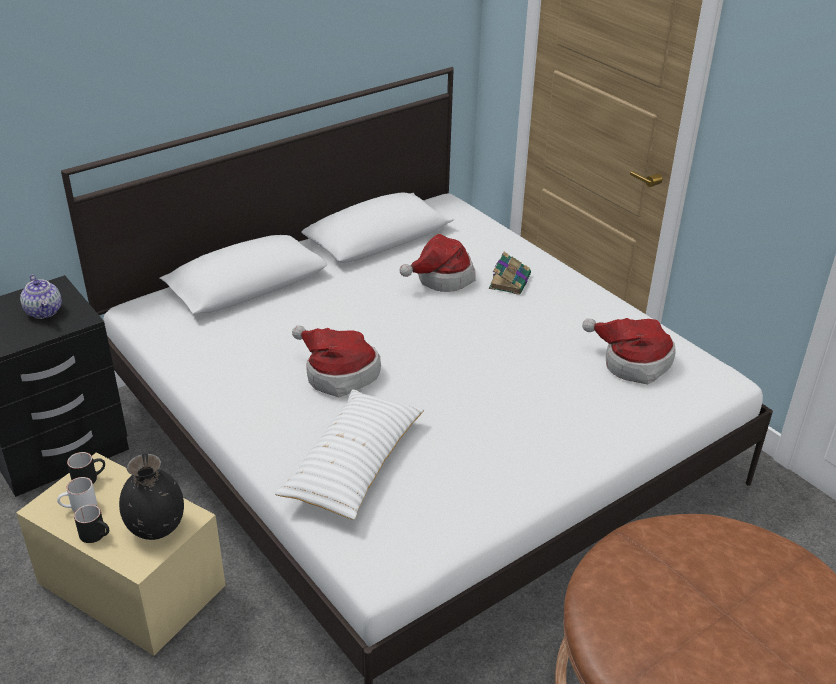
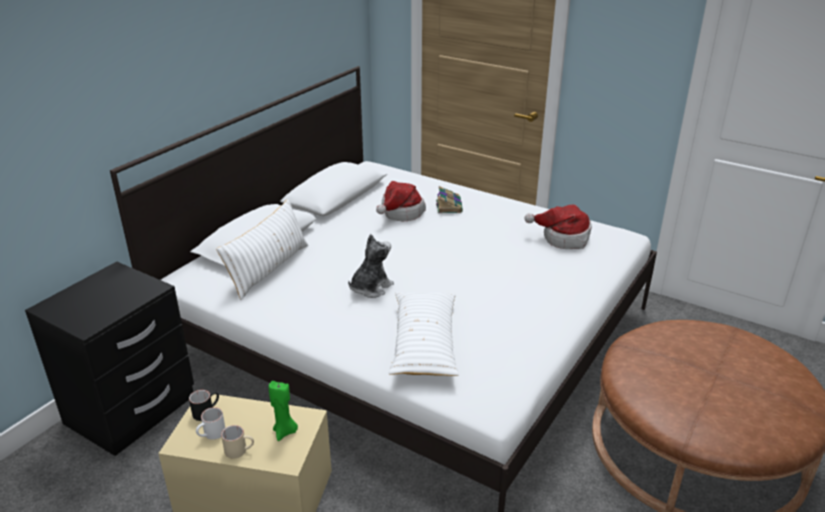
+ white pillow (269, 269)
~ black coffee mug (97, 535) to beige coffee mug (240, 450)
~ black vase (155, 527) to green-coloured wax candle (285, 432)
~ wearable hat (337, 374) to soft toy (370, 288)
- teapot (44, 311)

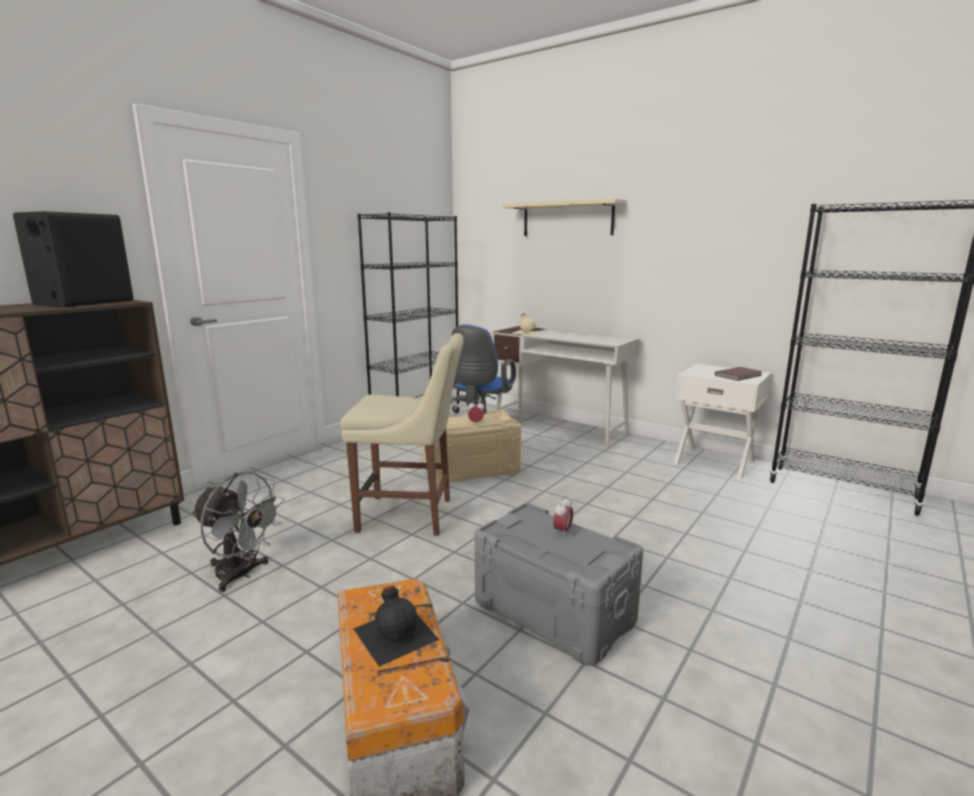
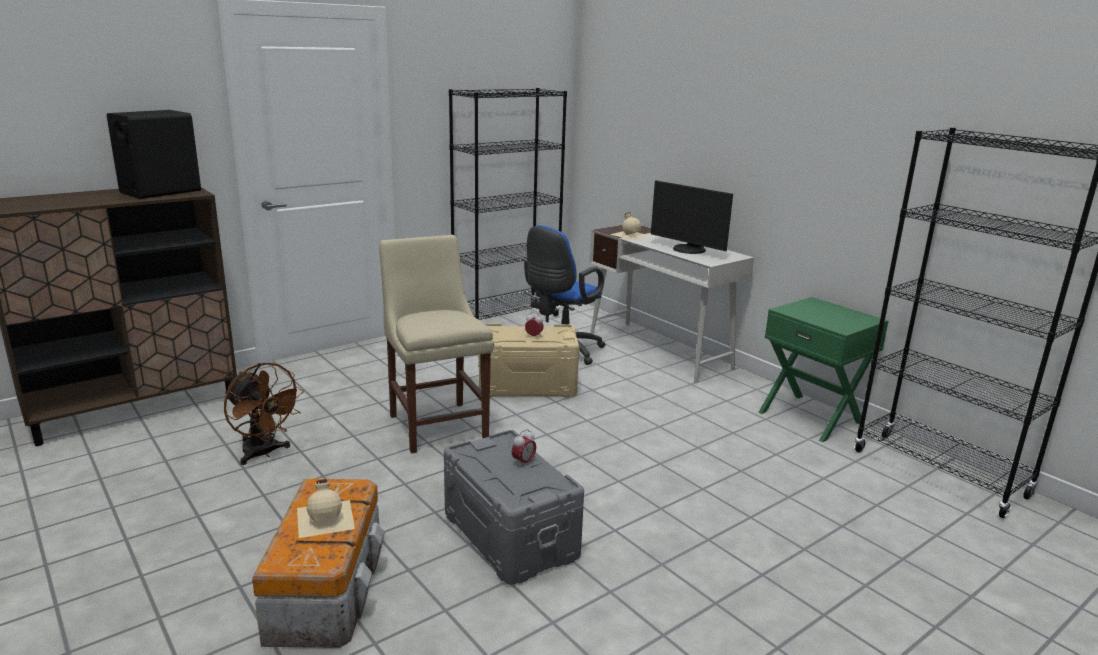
~ gray cooling fan (241, 575) to brownish cooling fan (264, 453)
~ black drink bottle (396, 632) to beige drink bottle (326, 517)
~ beige chair (410, 515) = (437, 424) 135 degrees counterclockwise
+ computer display (688, 250)
~ white nightstand (714, 462) to green-coloured nightstand (811, 417)
- beige shelf (567, 219)
- brownish volume (739, 375)

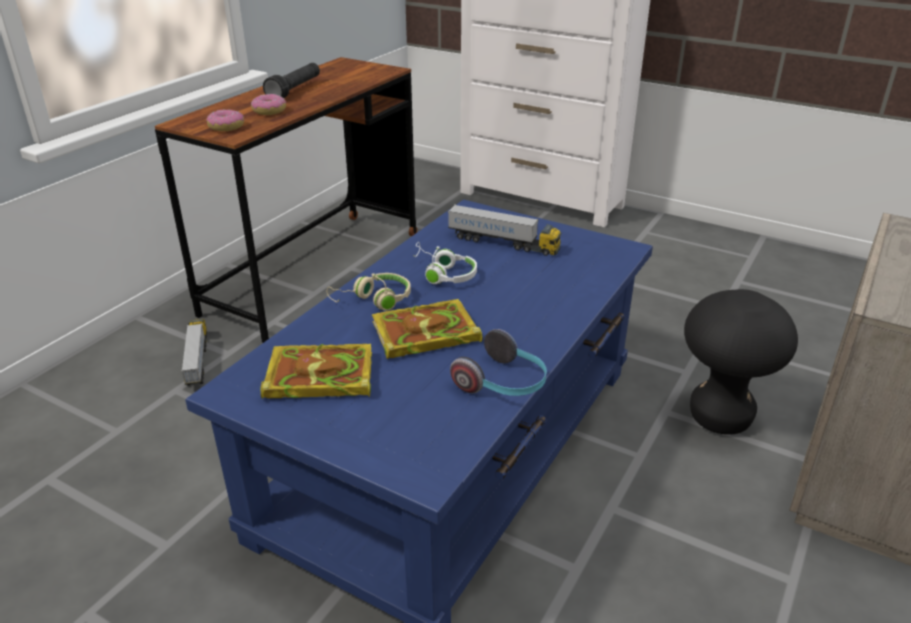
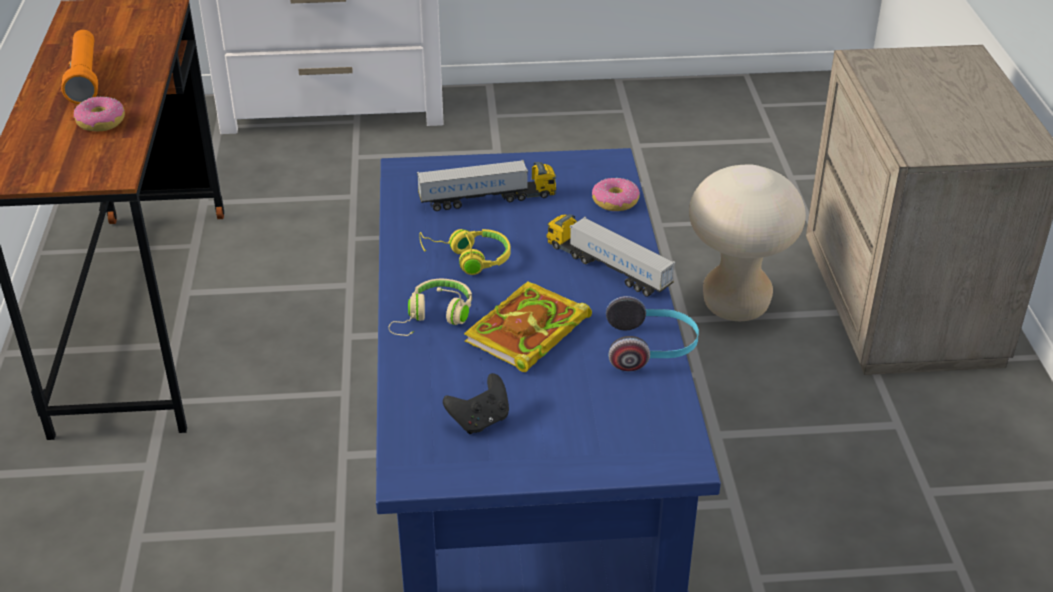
~ black flashlight (295, 90) to orange-coloured flashlight (85, 78)
~ white headset (443, 273) to yellowish headset (468, 259)
~ volume (317, 378) to black joypad (480, 421)
~ toy lorry (197, 360) to (607, 268)
~ donut (226, 127) to (615, 201)
~ black stool (720, 418) to beige stool (735, 305)

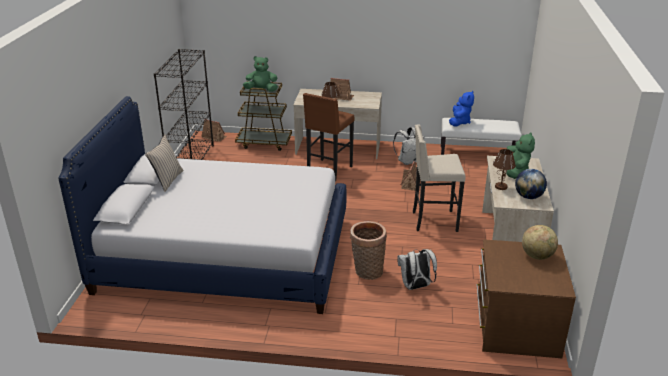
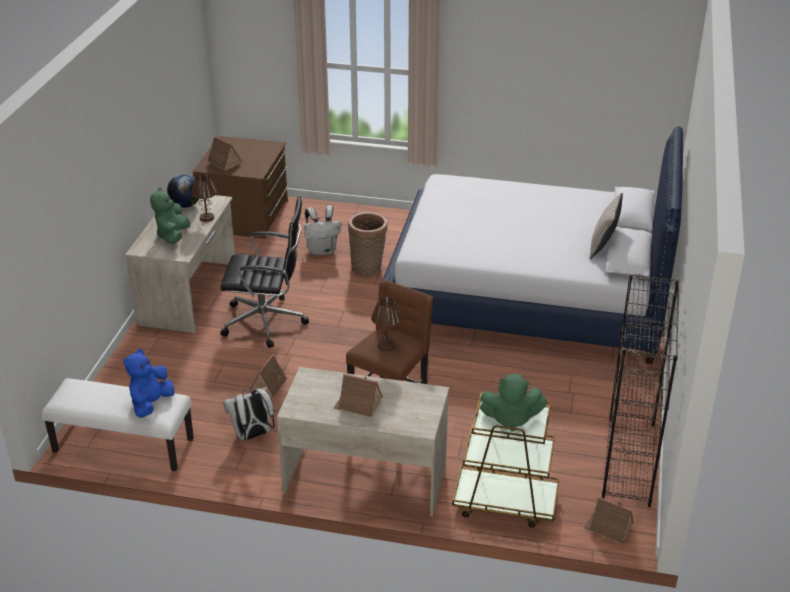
~ globe (537, 256) to miniature house (223, 163)
~ beige stool (433, 221) to black desk chair (267, 322)

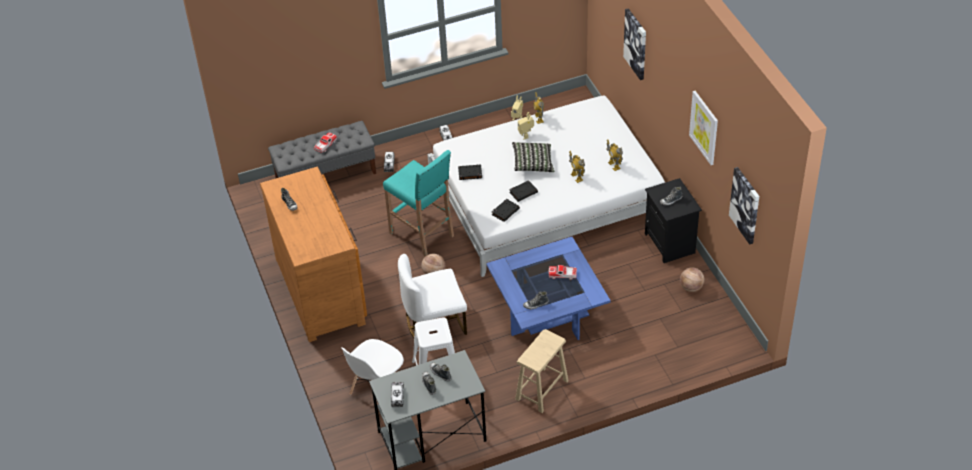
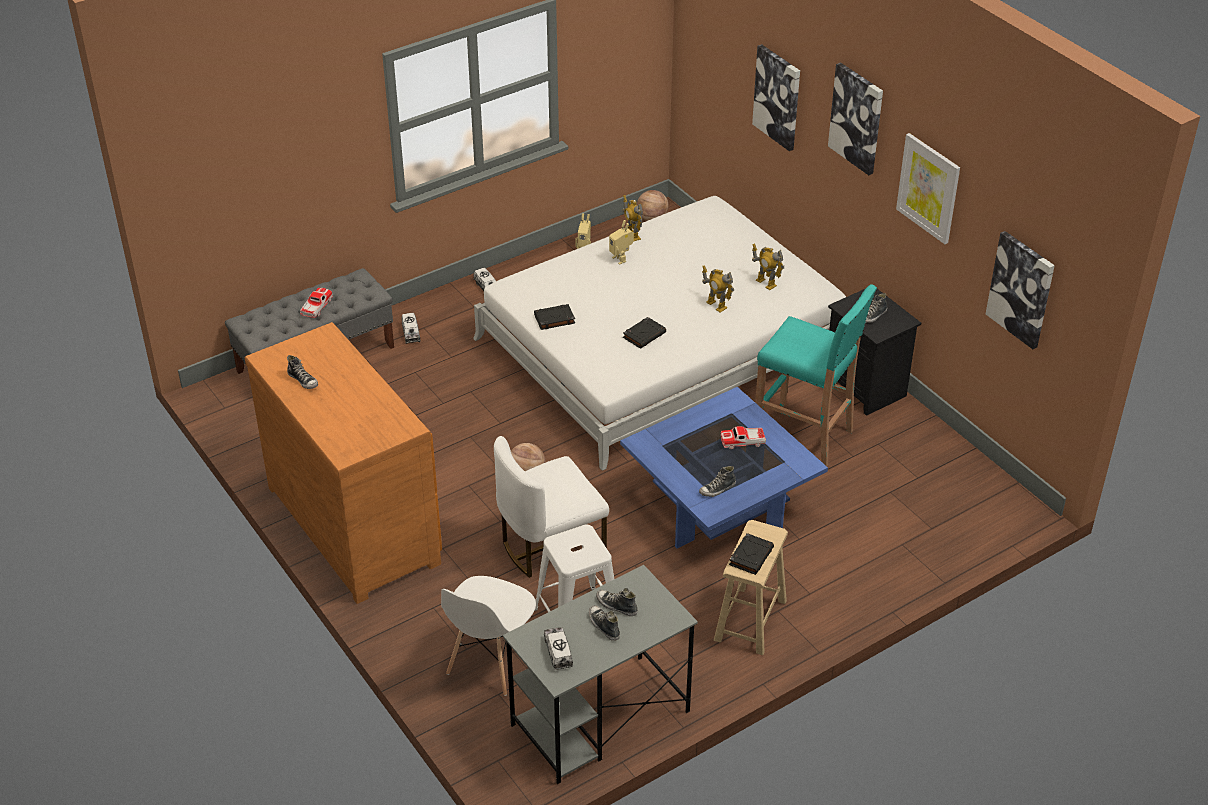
~ basketball (691, 287) to (652, 219)
~ black volume (505, 211) to (751, 556)
~ turquoise-coloured stool (423, 235) to (805, 435)
+ wall art (857, 118)
- pillow (533, 163)

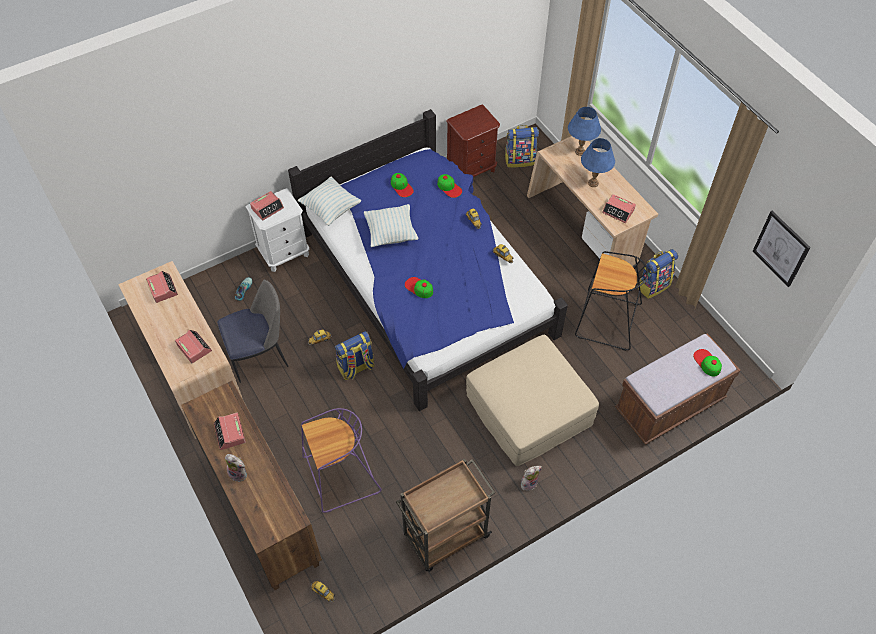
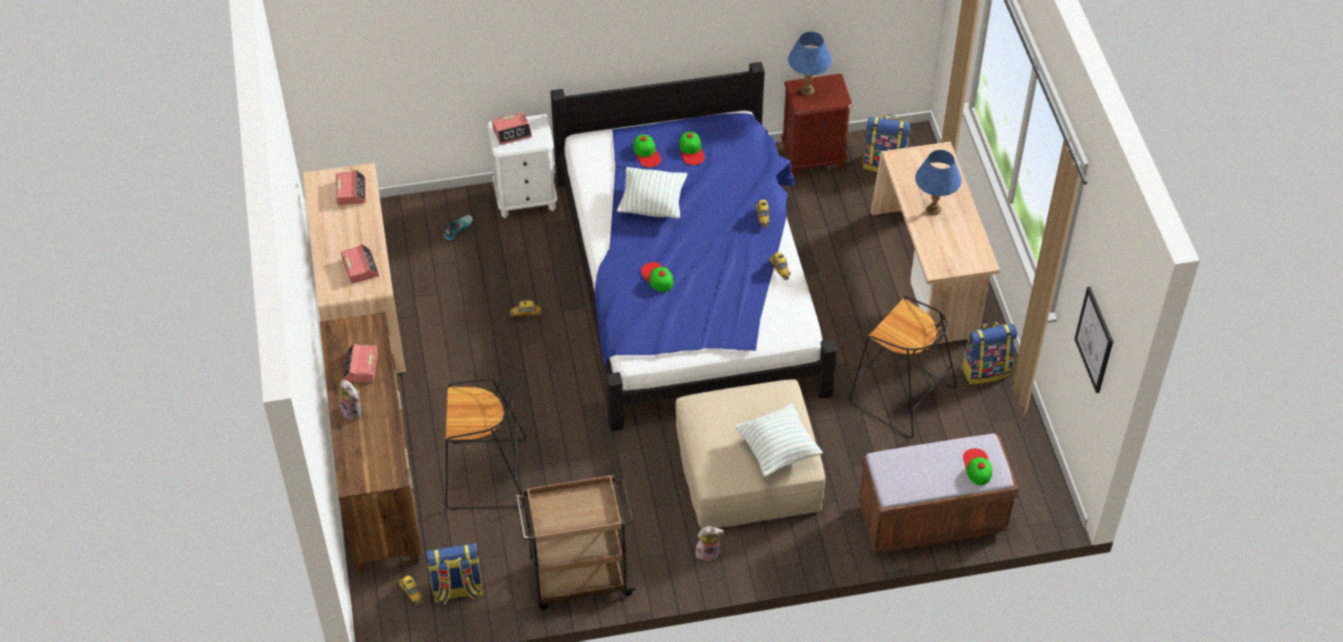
~ rucksack (356, 367) to (457, 590)
~ purple stool (340, 476) to black stool (484, 475)
~ cap (449, 187) to (646, 153)
~ pillow (330, 209) to (777, 450)
~ bluish table lamp (580, 151) to (808, 90)
- chair (260, 355)
- bedside clock (618, 211)

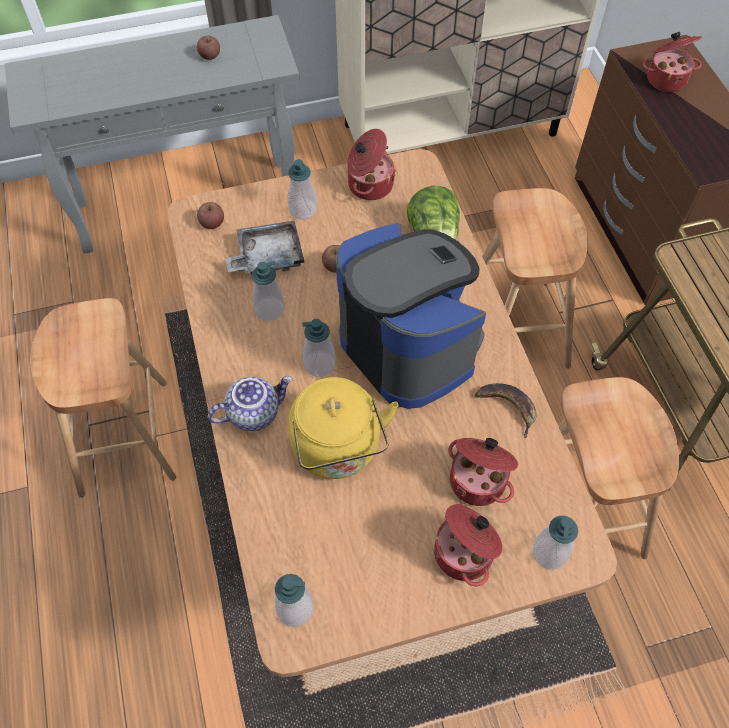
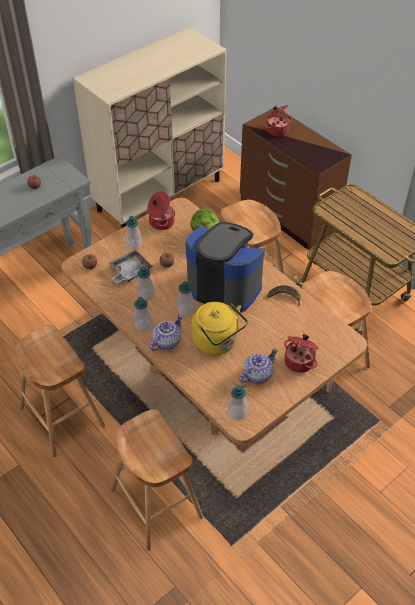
+ brownish stool (156, 503)
~ soap bottle (550, 553) to (143, 325)
+ teapot (257, 375)
- saucepot (478, 480)

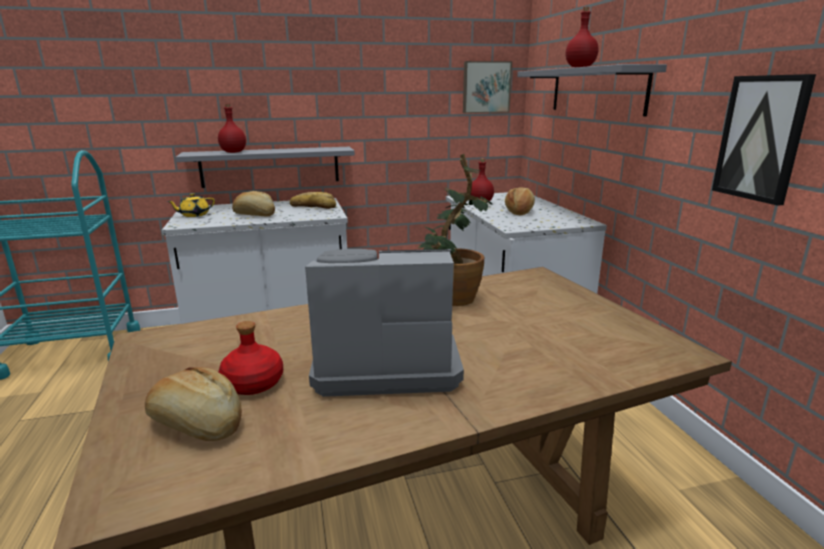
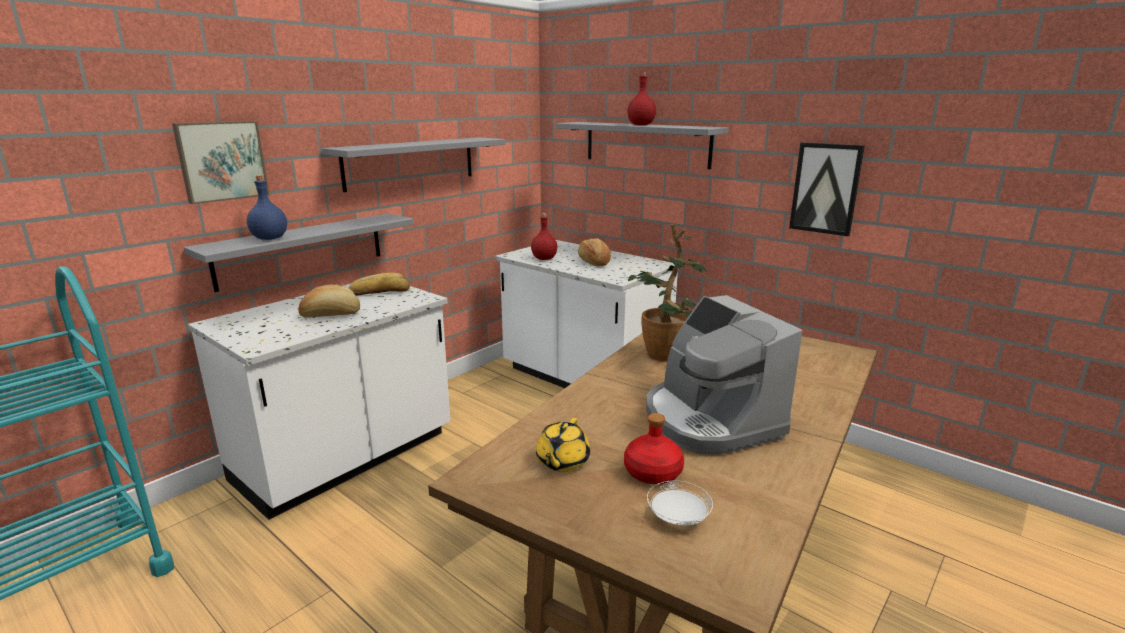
~ wall art (486, 87) to (221, 161)
~ reddish drink bottle (233, 152) to bluish drink bottle (269, 238)
+ gray shelf (410, 162)
~ yellowish teapot (194, 215) to (562, 461)
~ coffee brewer (384, 362) = (709, 420) 75 degrees counterclockwise
~ bread (196, 425) to white dinner plate (677, 518)

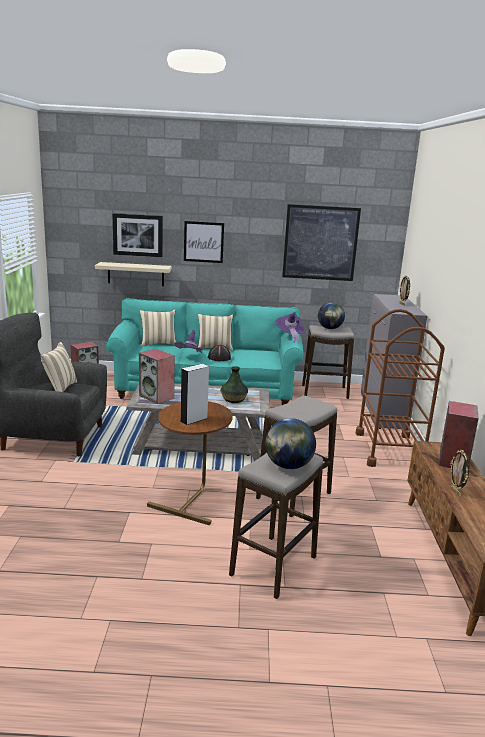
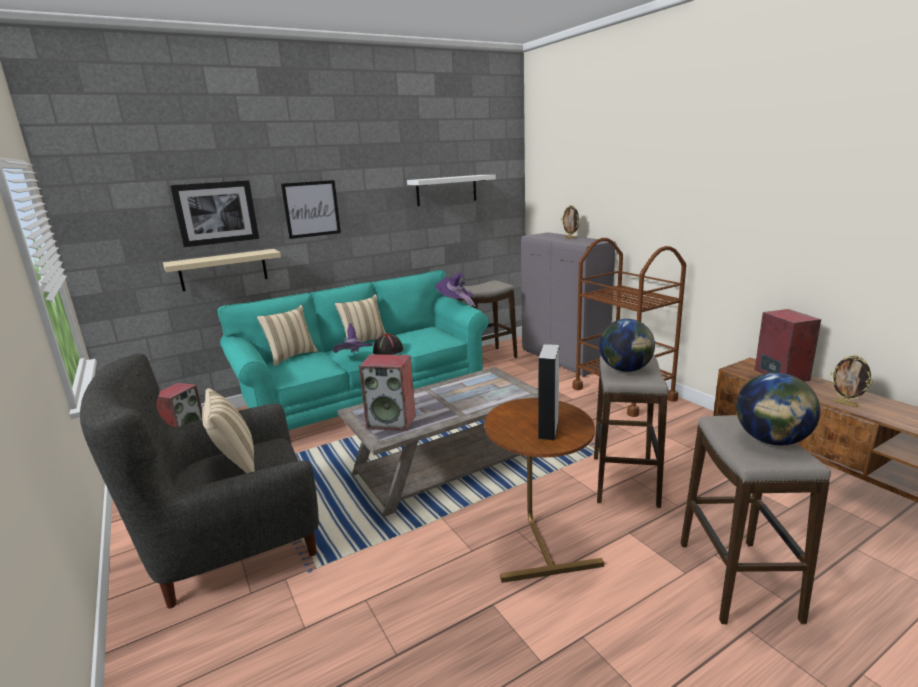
~ wall art (320, 243) to white shelf (446, 190)
~ globe (330, 328) to (625, 369)
- vase (233, 399)

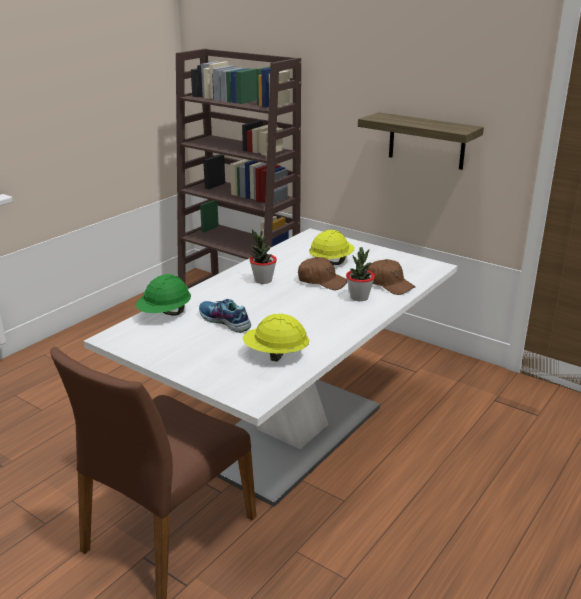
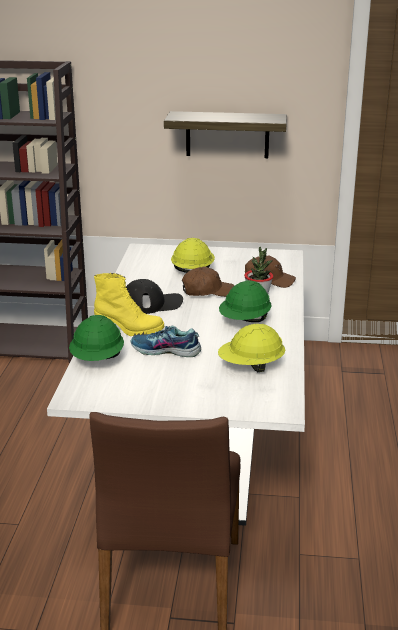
+ yellowish tall boot (129, 330)
~ potted plant (263, 280) to black cap (151, 303)
+ green-coloured hard hat (245, 321)

